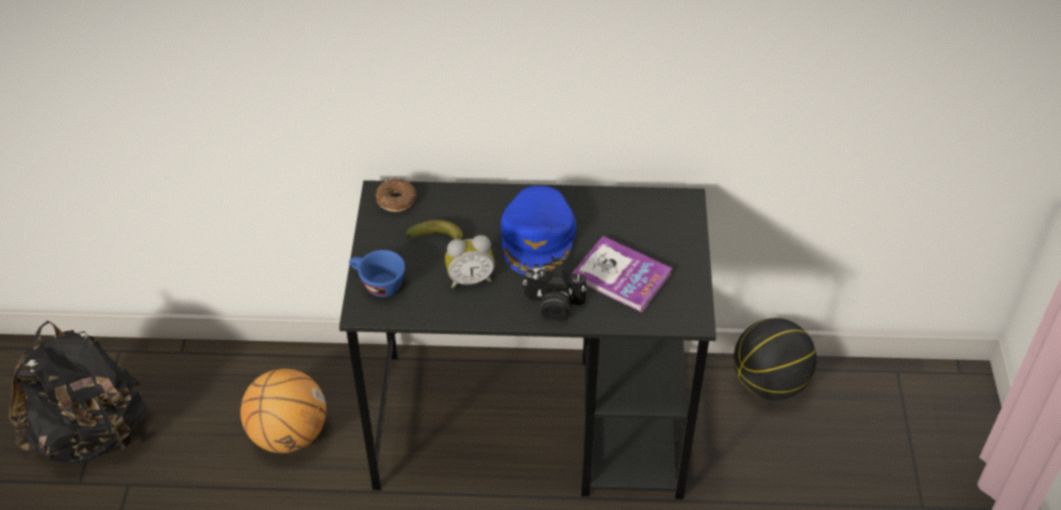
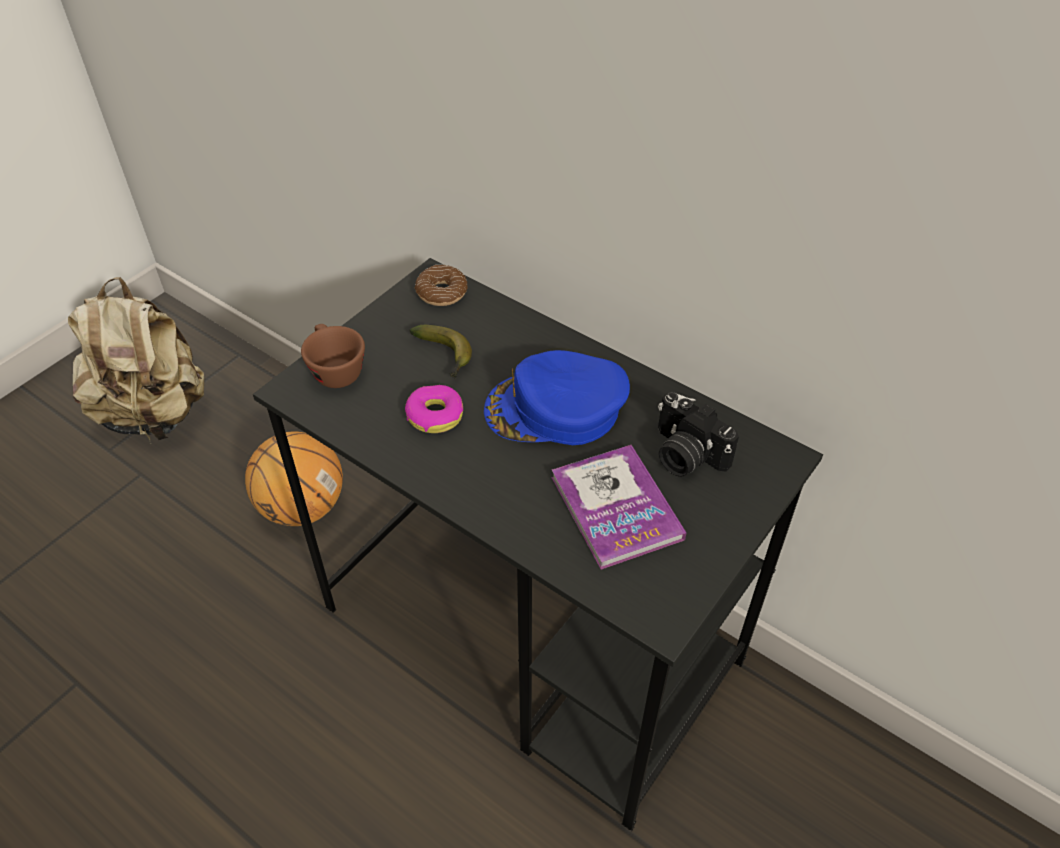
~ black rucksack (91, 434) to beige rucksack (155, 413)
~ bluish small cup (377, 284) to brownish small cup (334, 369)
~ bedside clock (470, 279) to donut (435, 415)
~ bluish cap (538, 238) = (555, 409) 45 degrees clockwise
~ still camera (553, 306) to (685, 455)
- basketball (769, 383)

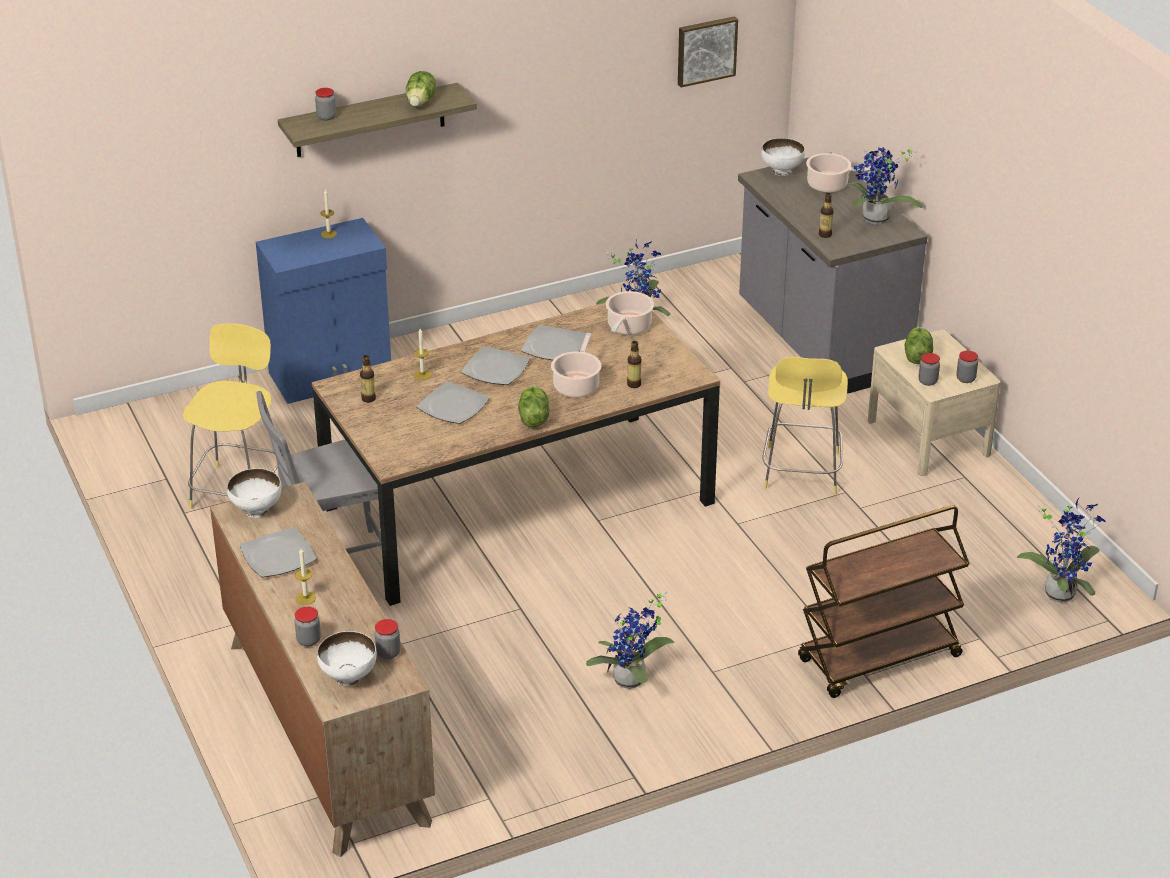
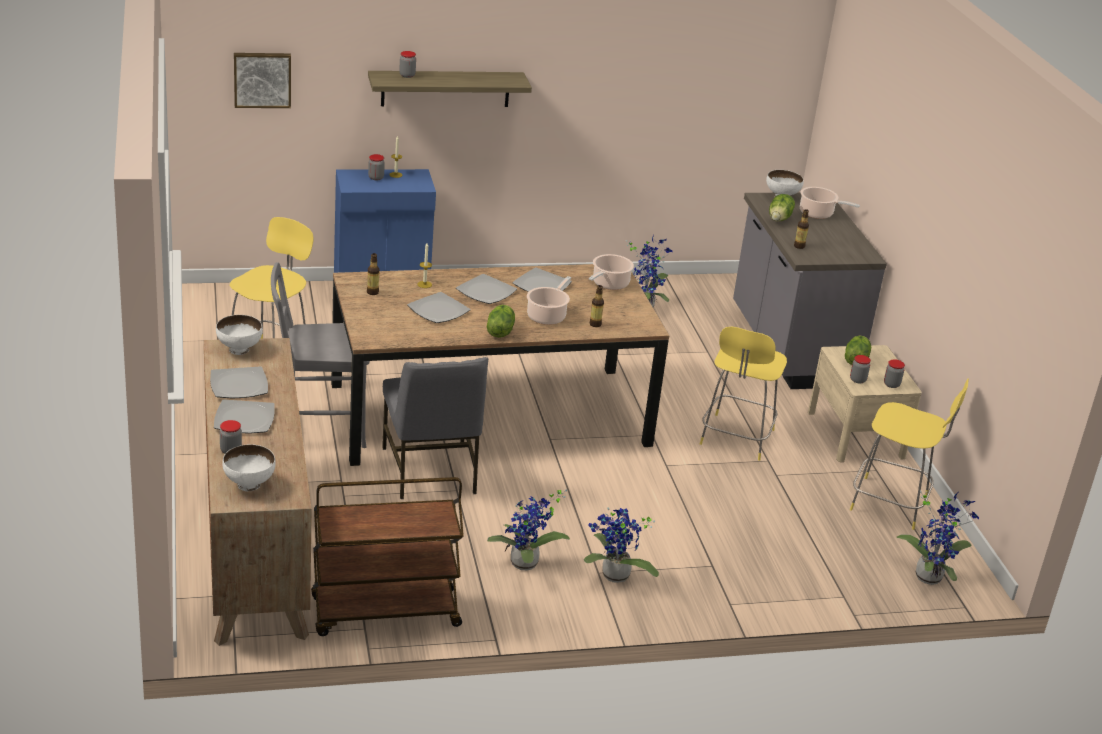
~ wax candle (305, 598) to dinner plate (245, 420)
~ wall art (706, 50) to (262, 79)
~ brownish wheeled cart (879, 659) to (384, 613)
~ storage jar (388, 653) to (376, 178)
+ gray chair (430, 471)
~ potted plant (875, 221) to (613, 577)
~ lettuce (421, 102) to (779, 219)
+ yellowish stool (892, 504)

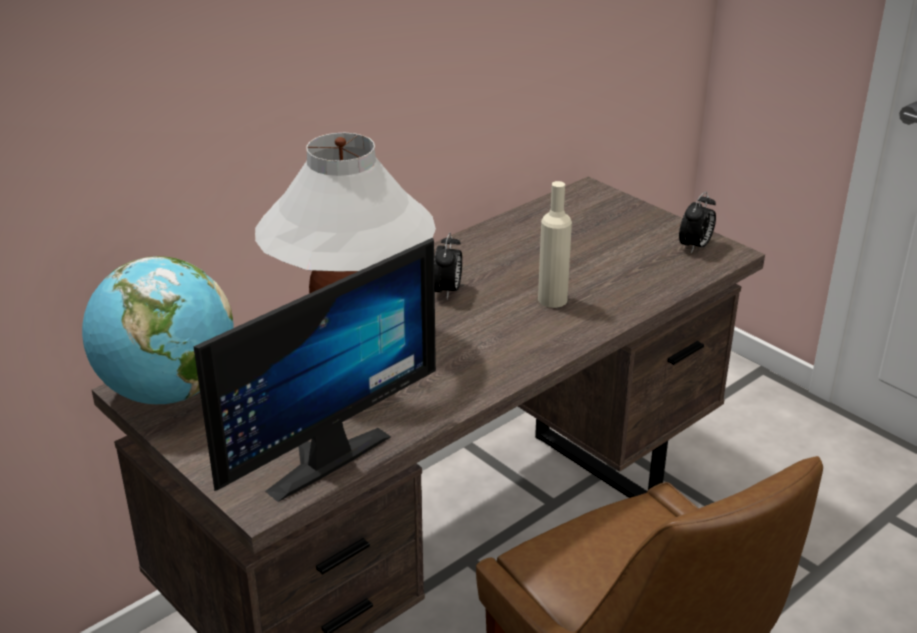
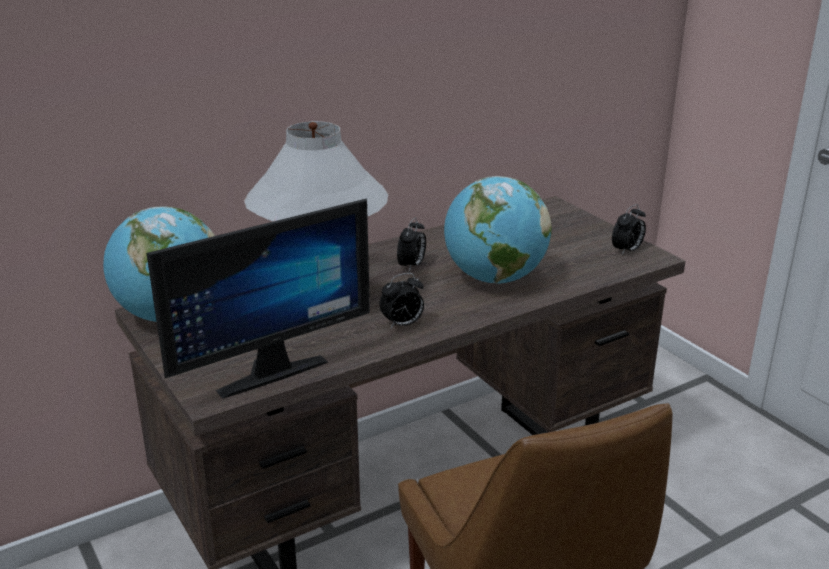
+ bedside clock (402, 324)
~ beige drink bottle (552, 300) to globe (494, 278)

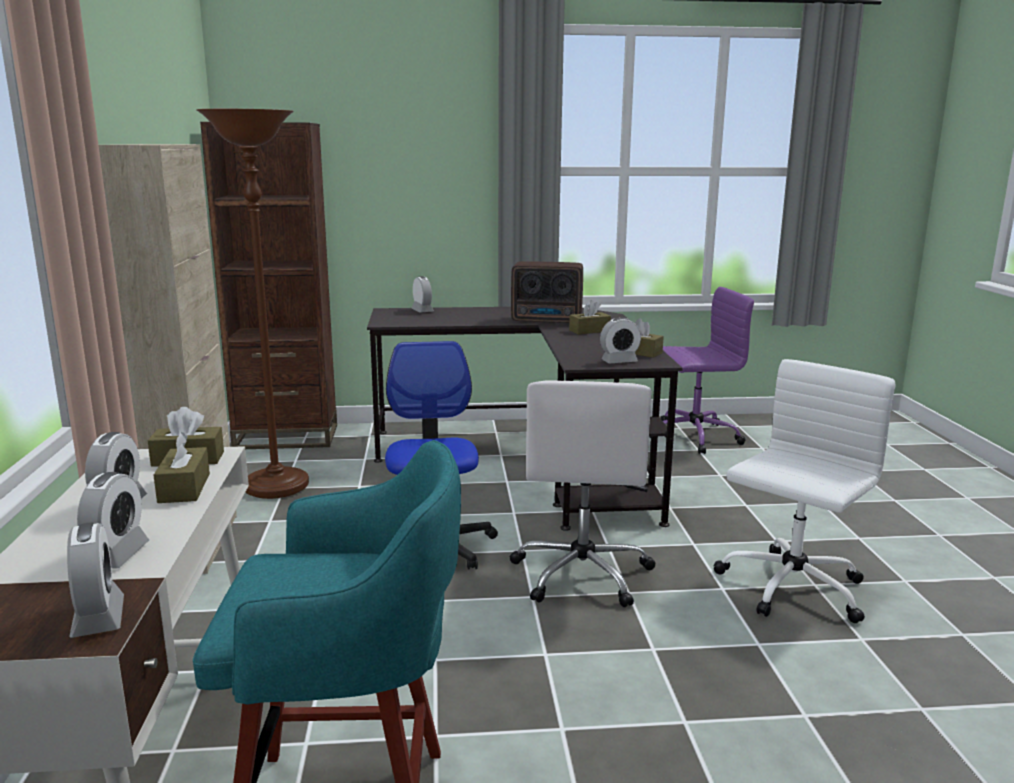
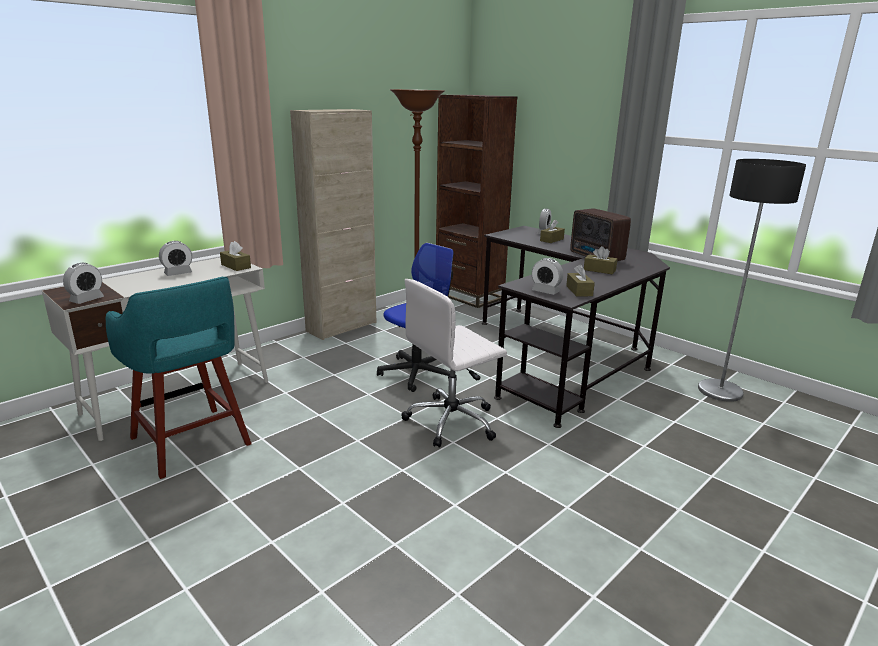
~ brownish tissue box (184, 488) to (551, 240)
~ purple desk chair (692, 436) to standing lamp (720, 391)
- bedside clock (116, 555)
- white desk chair (790, 588)

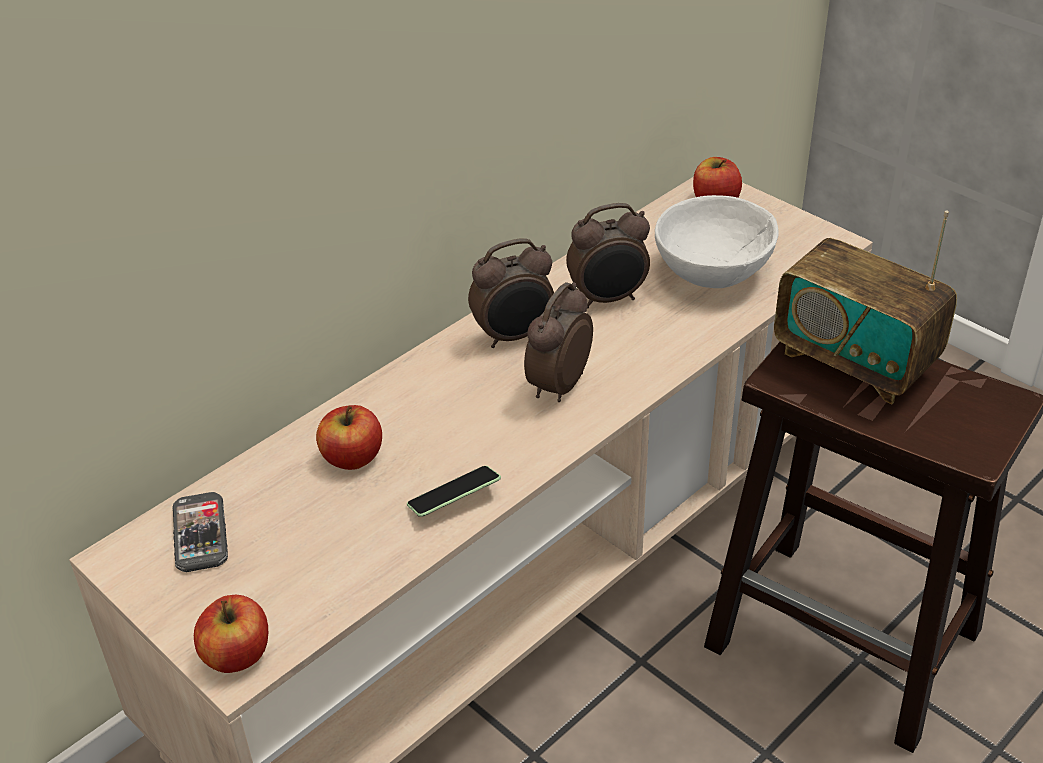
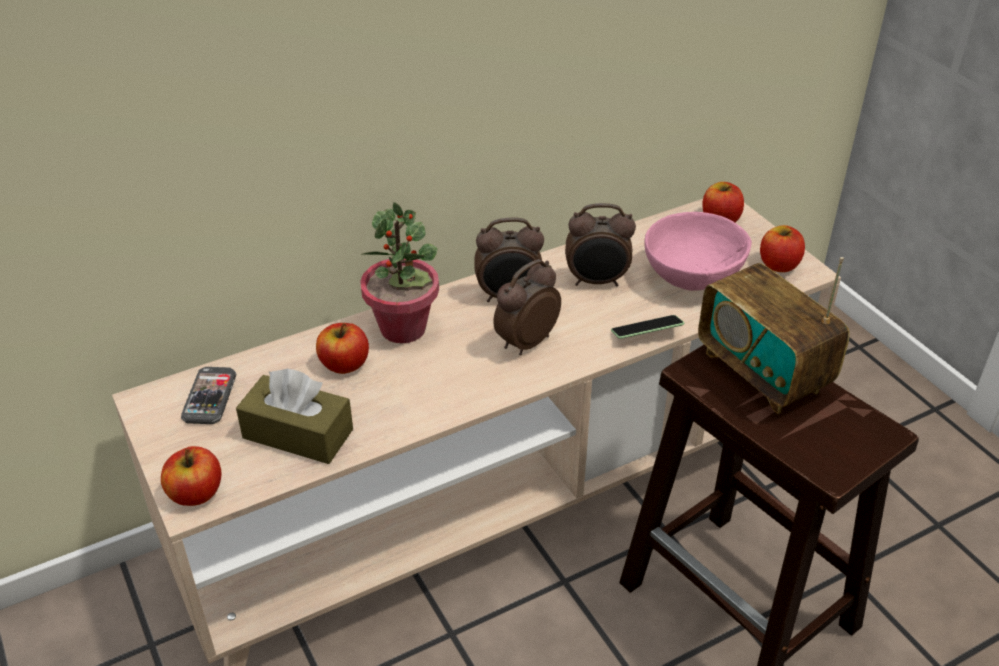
+ brownish tissue box (298, 434)
+ potted plant (403, 328)
~ phone (454, 500) to (646, 334)
~ white deep dish (714, 272) to pink-coloured deep dish (693, 276)
+ apple (779, 265)

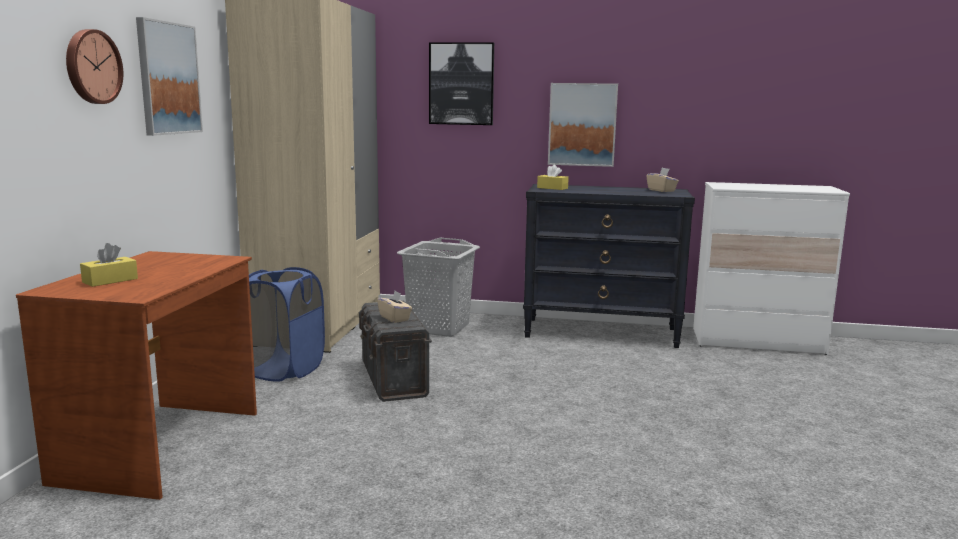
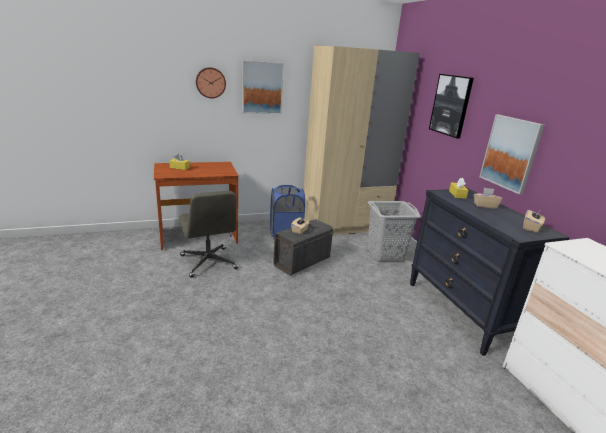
+ gray desk chair (209, 262)
+ beige tissue box (485, 206)

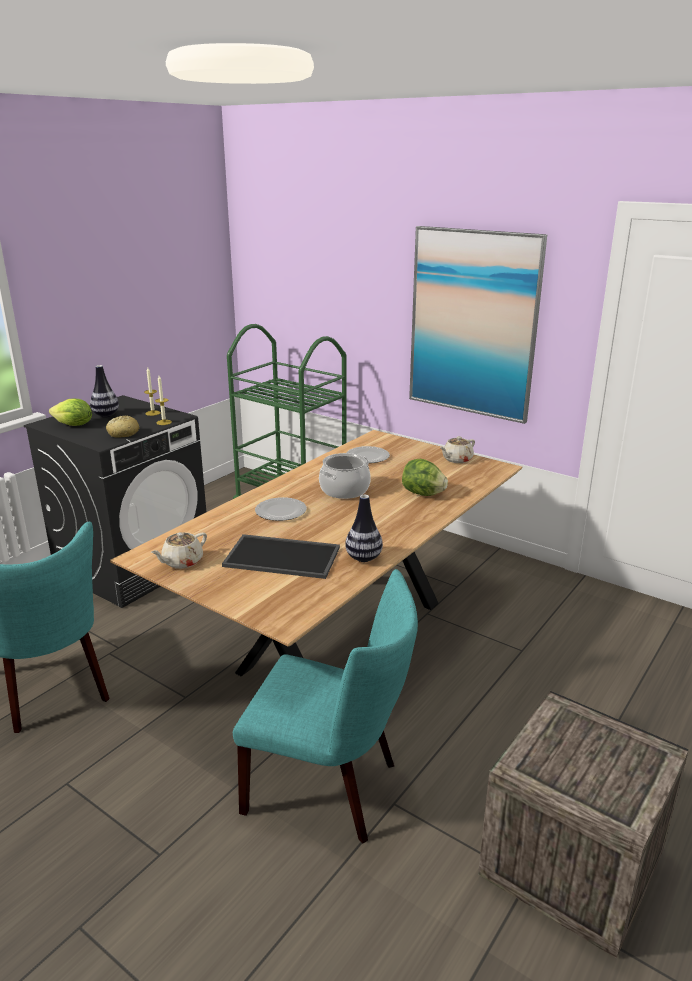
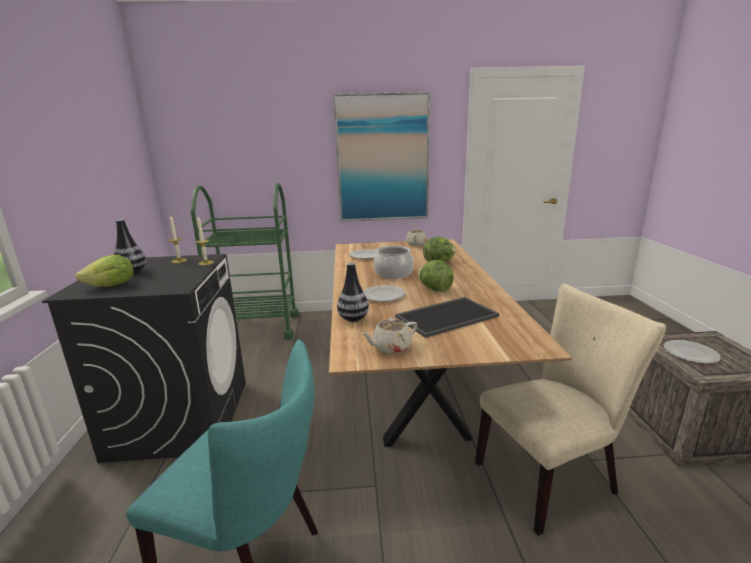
~ vase (363, 558) to (353, 319)
~ beige teapot (182, 562) = (390, 347) 60 degrees clockwise
+ lettuce (434, 289)
~ turquoise-coloured chair (331, 787) to beige chair (551, 475)
+ dinner plate (690, 353)
- bread (123, 433)

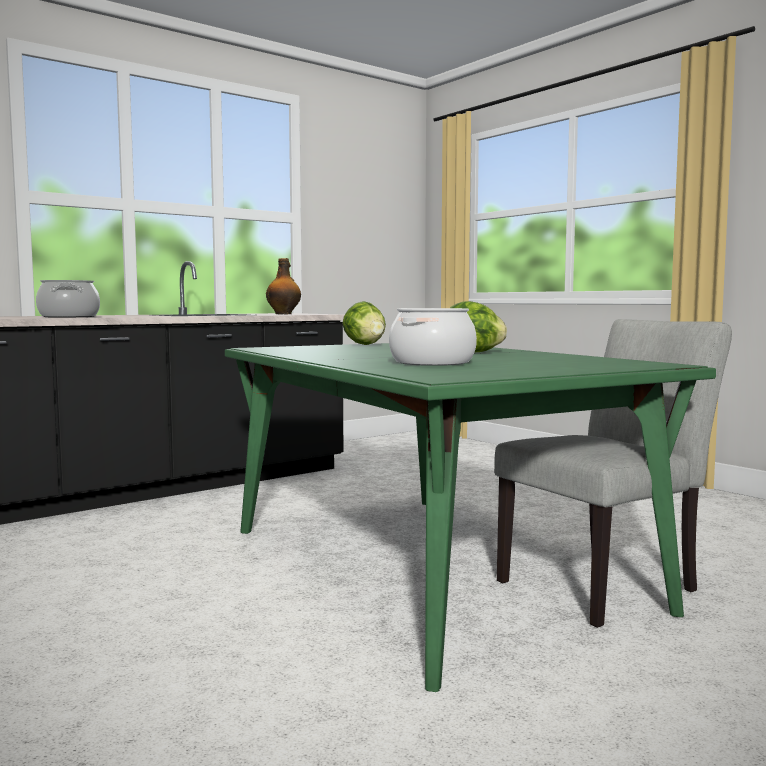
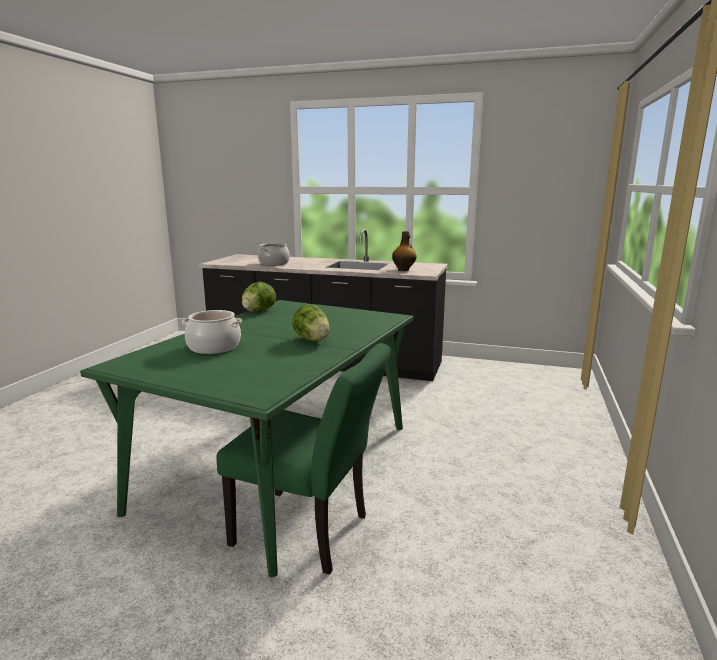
~ gray chair (607, 583) to green-coloured chair (310, 533)
~ lettuce (365, 345) to (258, 311)

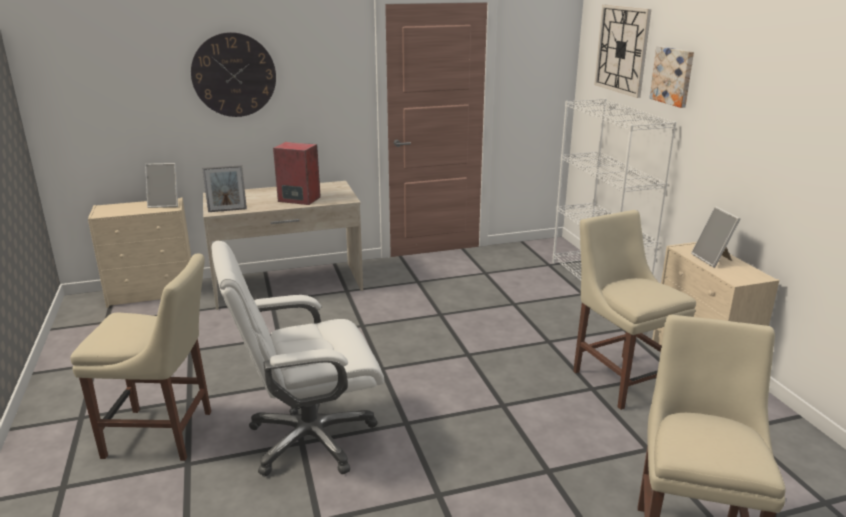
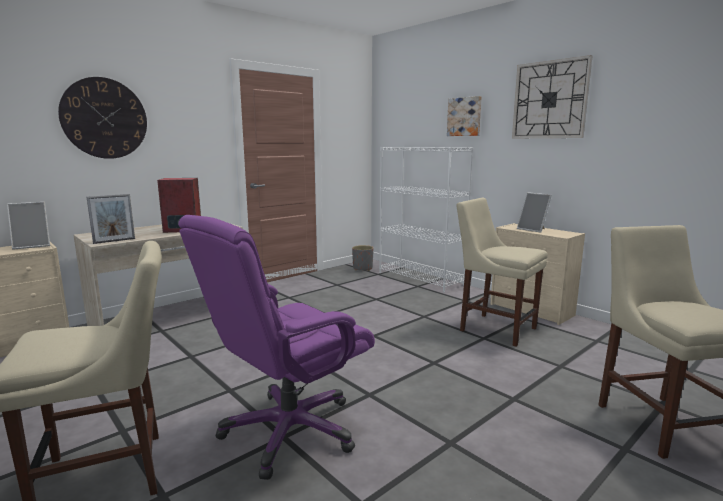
~ white desk chair (309, 439) to purple desk chair (289, 431)
+ gray planter (363, 268)
~ clock on the wall (622, 49) to (549, 100)

